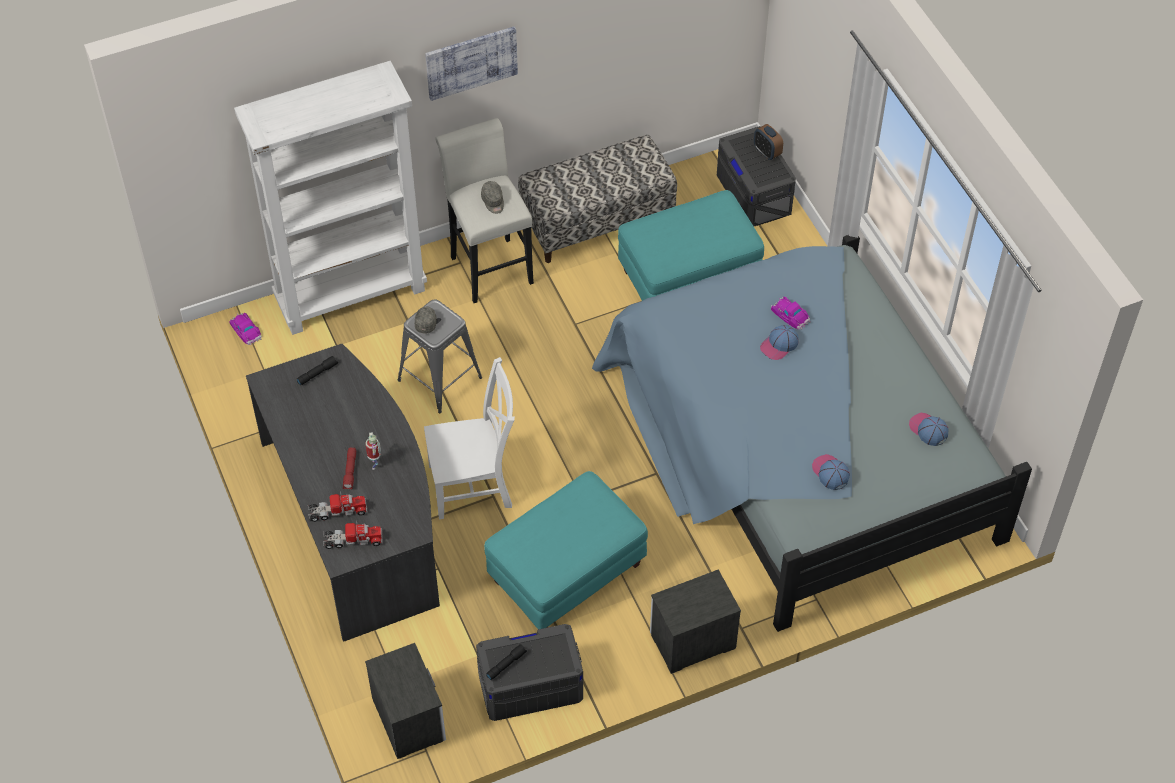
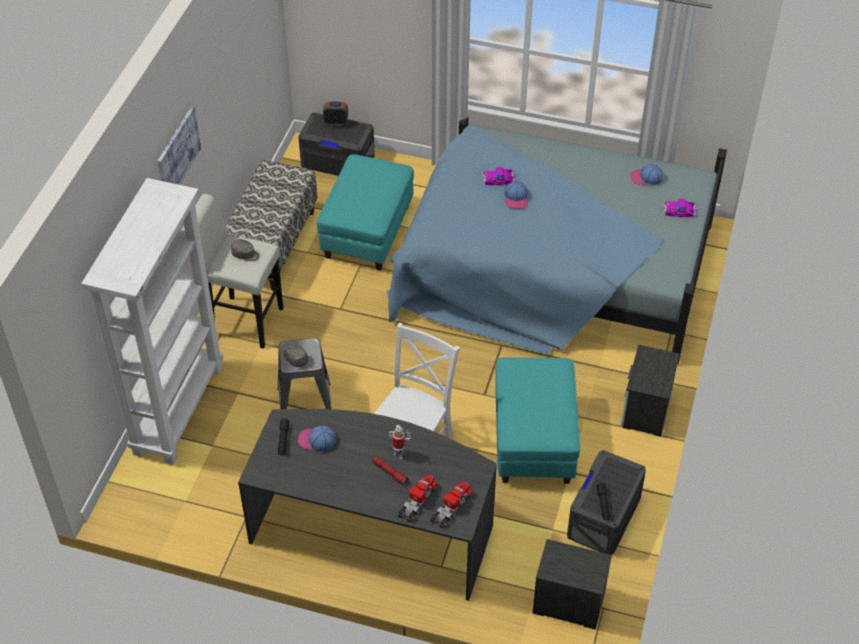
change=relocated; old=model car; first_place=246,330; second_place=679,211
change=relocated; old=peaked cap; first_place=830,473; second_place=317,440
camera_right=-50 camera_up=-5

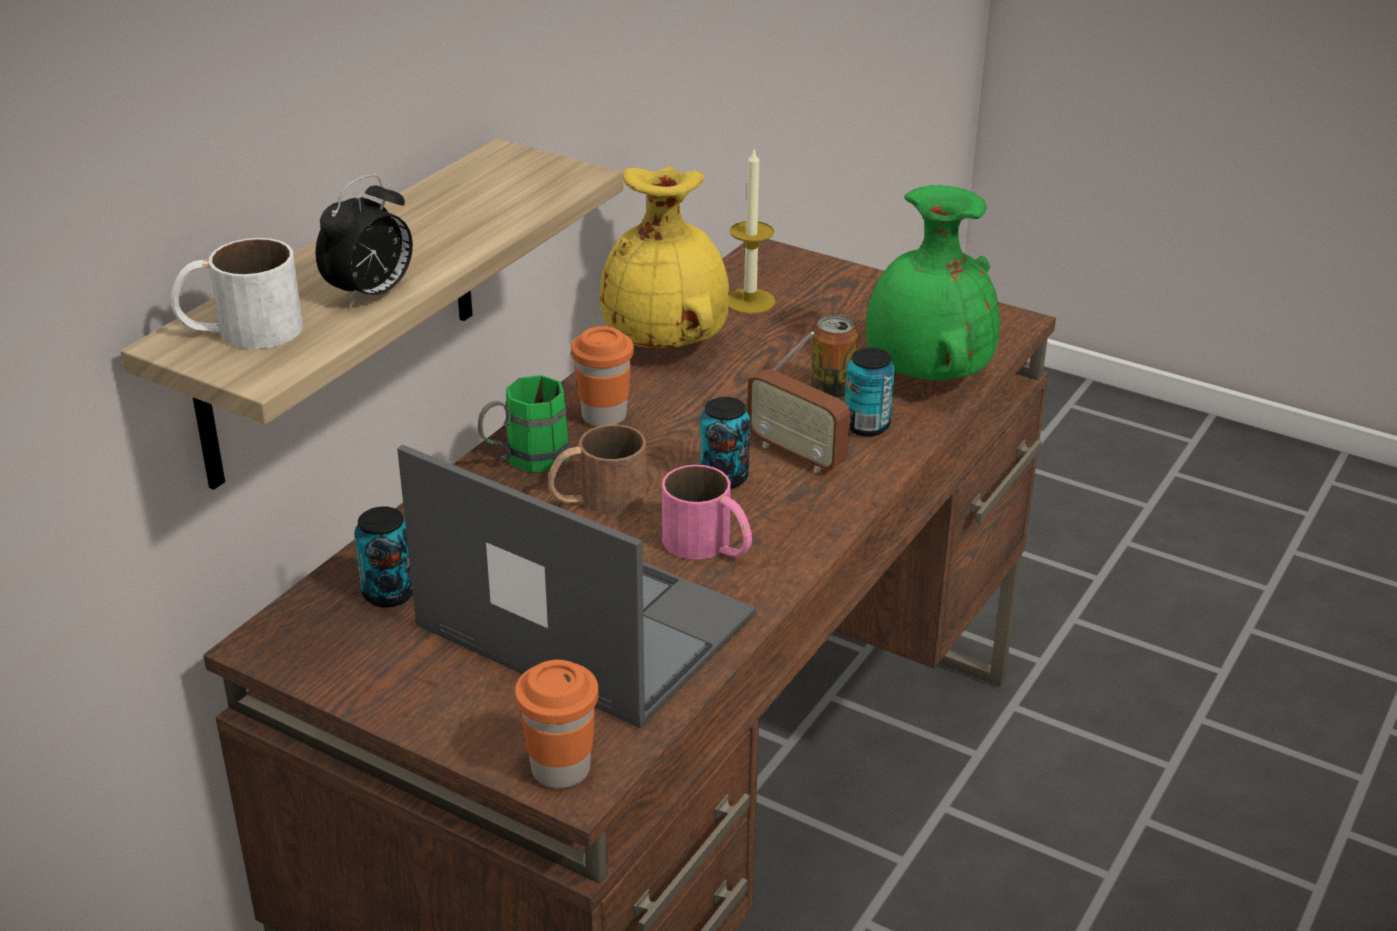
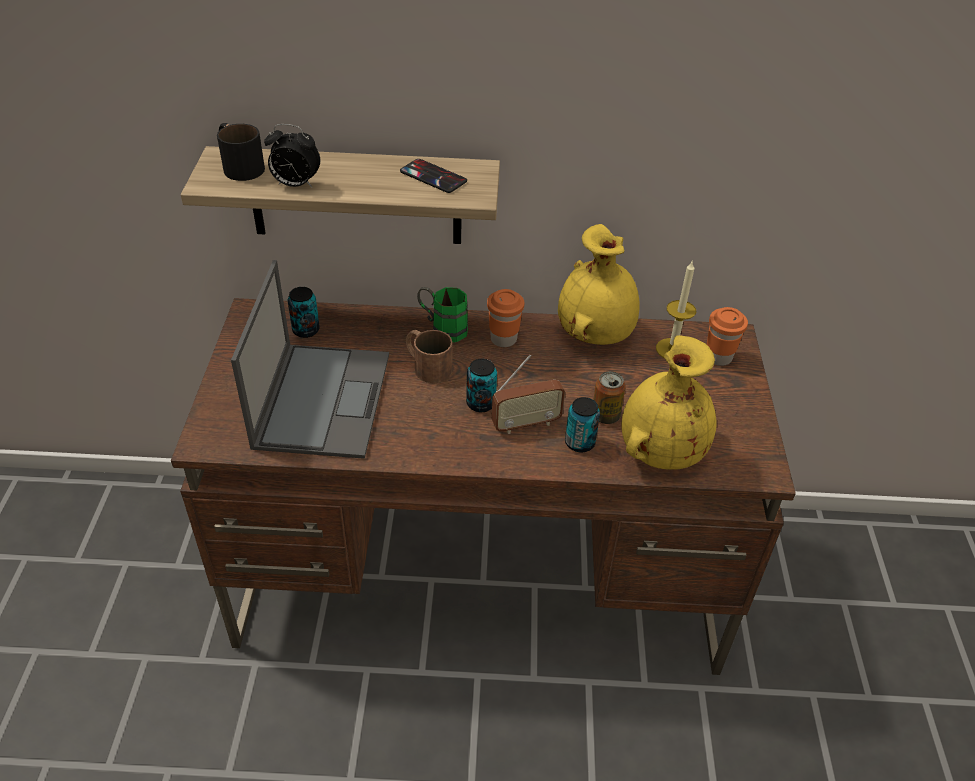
change=missing; old=pink-coloured mug; first_place=709,546
change=appeared; new=telephone; second_place=433,176
change=relocated; old=orangey small cup; first_place=560,769; second_place=718,357
change=colour; old=whitish mug; new=black mug; first_place=240,330; second_place=239,165
change=colour; old=green-coloured vase; new=yellowish vase; first_place=925,374; second_place=660,450
change=spun; old=radio receiver; first_place=796,454; second_place=526,424; degrees=-120
camera_right=60 camera_up=10

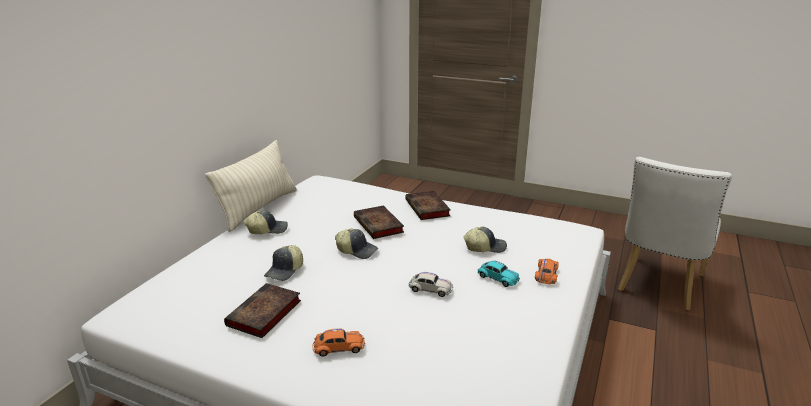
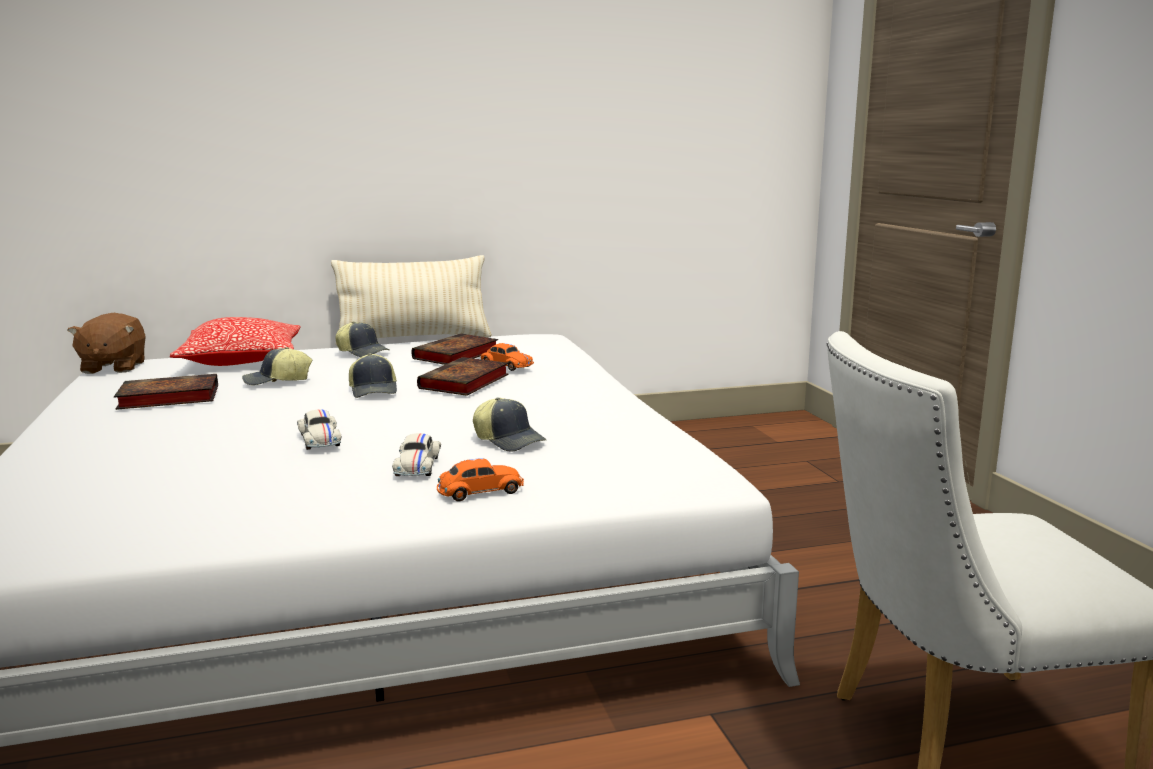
change=appeared; new=brown soft toy; second_place=113,367
change=appeared; new=cushion; second_place=242,360
change=relocated; old=orangey model car; first_place=339,347; second_place=507,365
change=relocated; old=book; first_place=428,209; second_place=455,355
change=colour; old=blue-green model car; new=whitish model car; first_place=497,278; second_place=417,466
camera_right=50 camera_up=-10

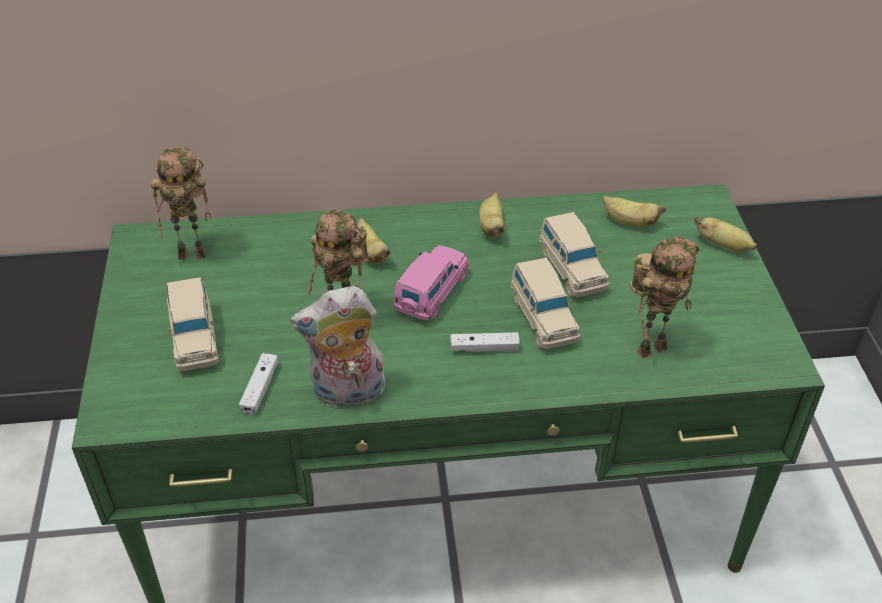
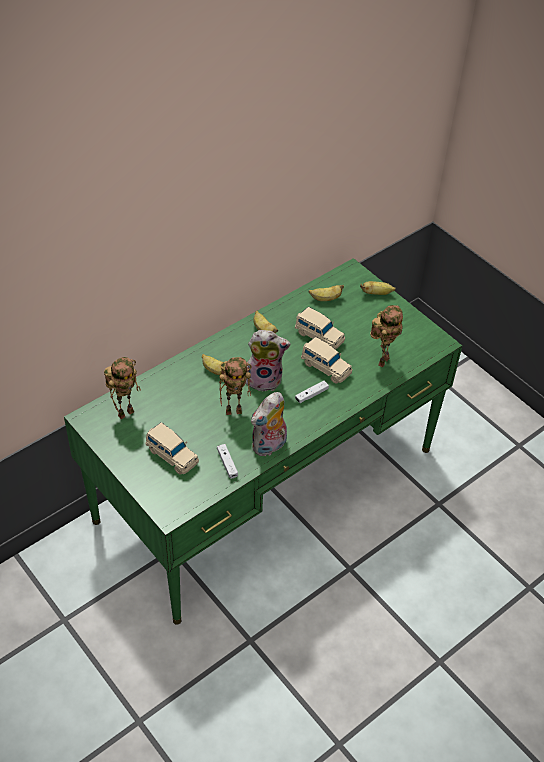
change=exchanged; old=pink-coloured model car; new=soft toy; first_place=431,294; second_place=264,379
camera_right=-35 camera_up=5

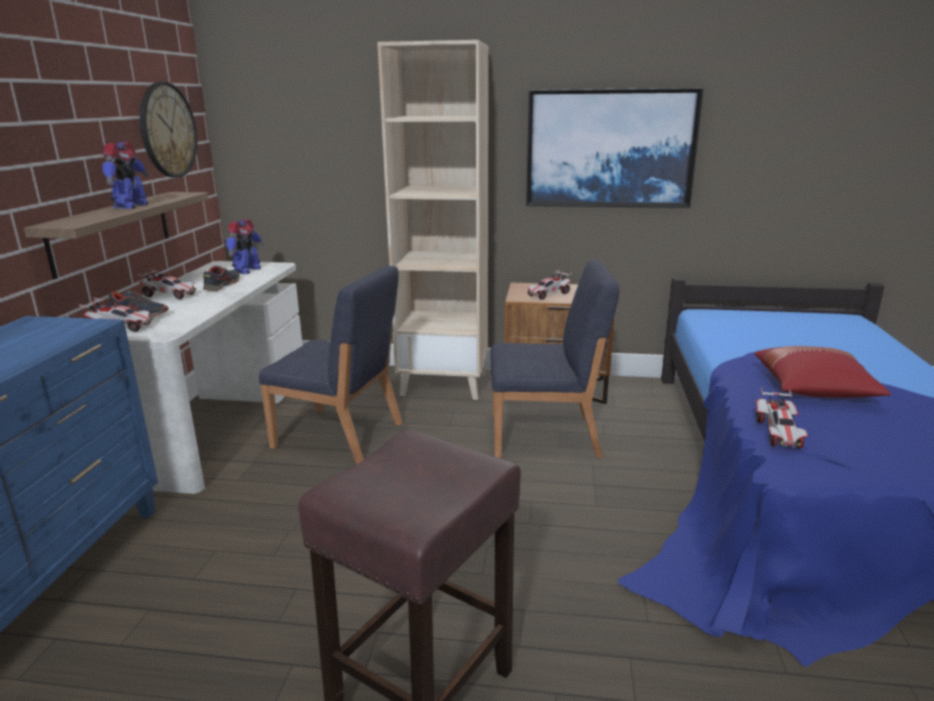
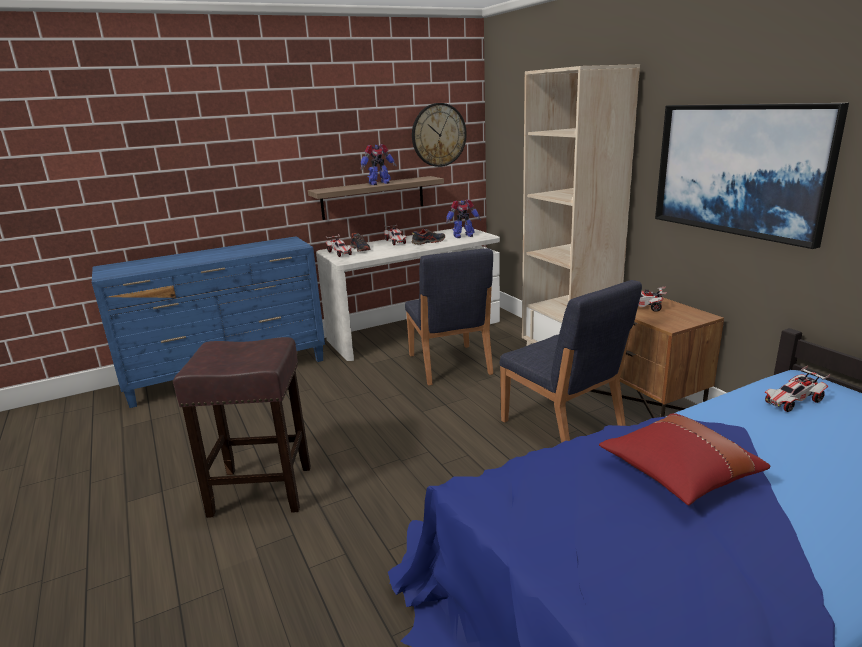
change=relocated; old=model car; first_place=779,434; second_place=793,402
camera_right=55 camera_up=0

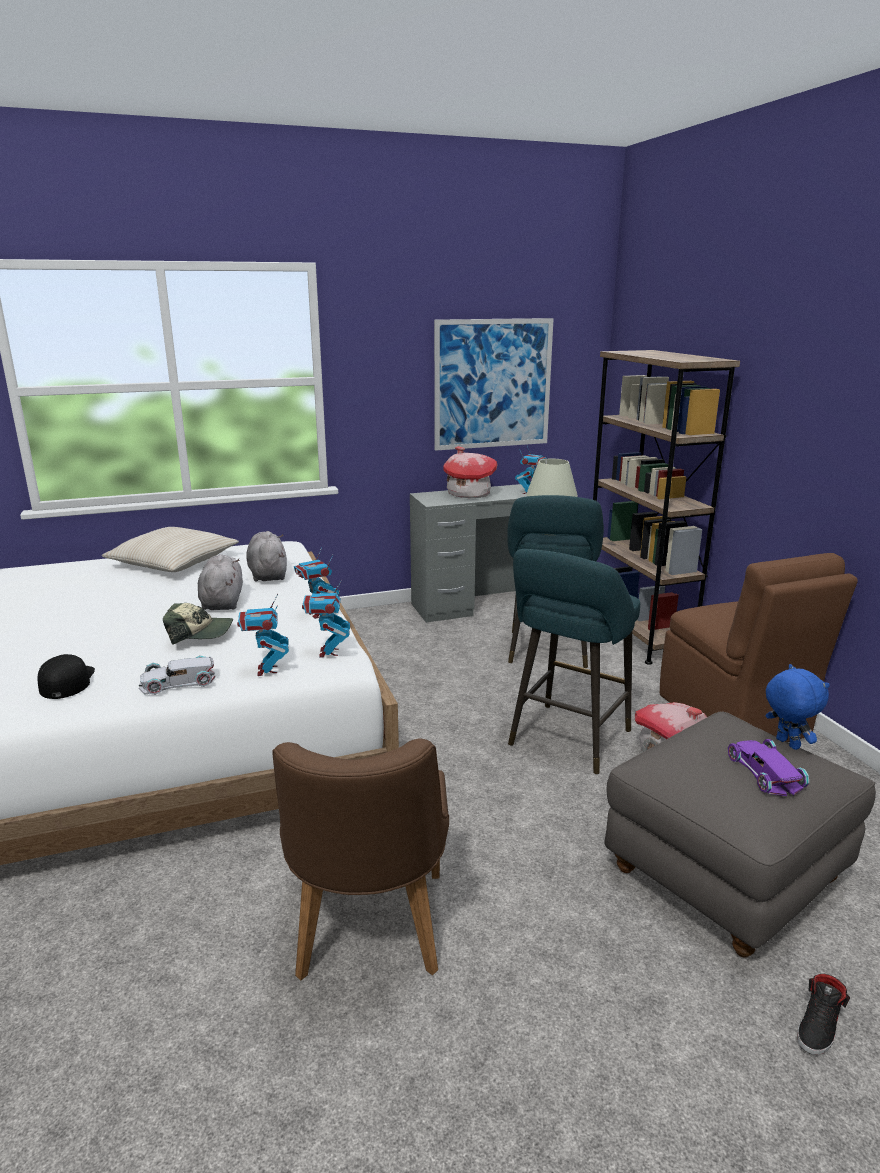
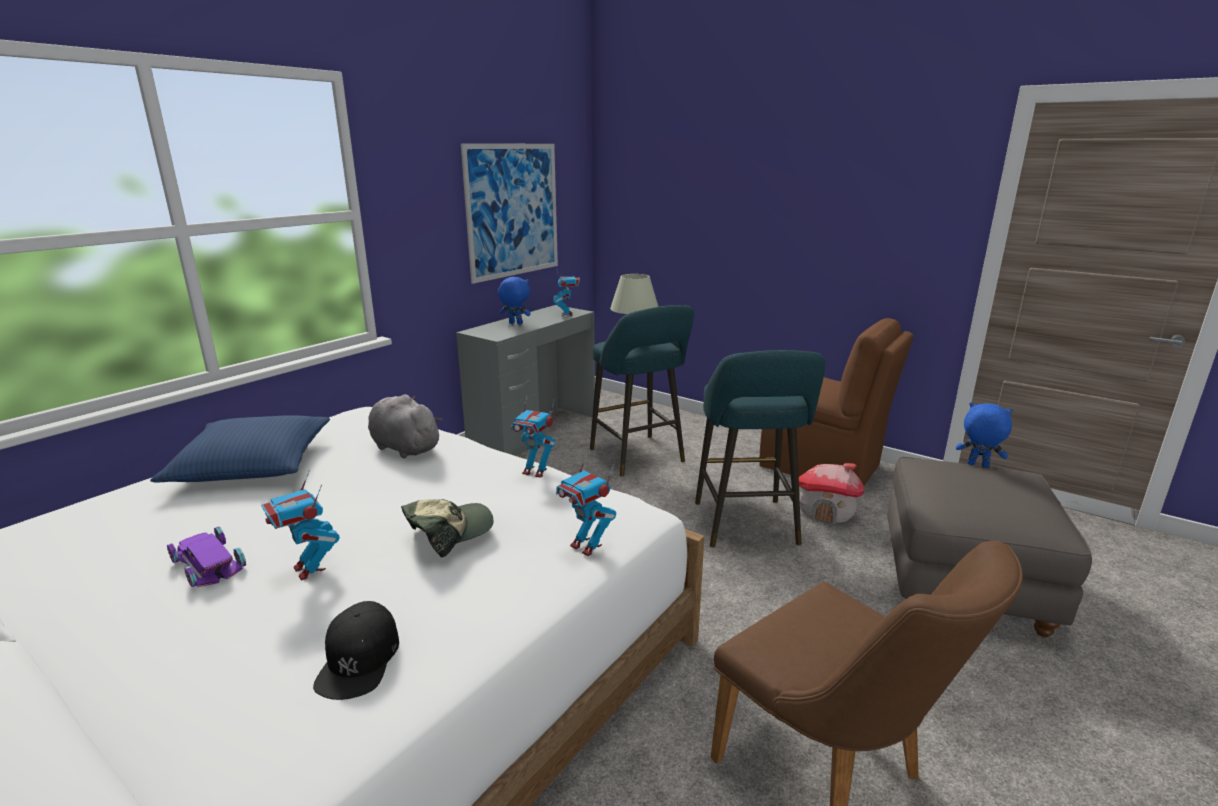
change=missing; old=whitish model car; first_place=177,681
change=missing; old=greyish soft toy; first_place=222,602
change=missing; old=brown shelving unit; first_place=636,633
change=missing; old=black shoe; first_place=819,1026
change=relocated; old=robot figure; first_place=328,652; second_place=309,569
change=relocated; old=purple-coloured model car; first_place=765,771; second_place=209,562
change=exchanged; old=miniature house; new=bluish soft toy; first_place=468,494; second_place=515,324
change=colour; old=beige-coloured cushion; new=bluish cushion; first_place=174,562; second_place=253,464
change=spun; old=black peaked cap; first_place=67,681; second_place=359,659; degrees=-135
camera_right=-35 camera_up=0

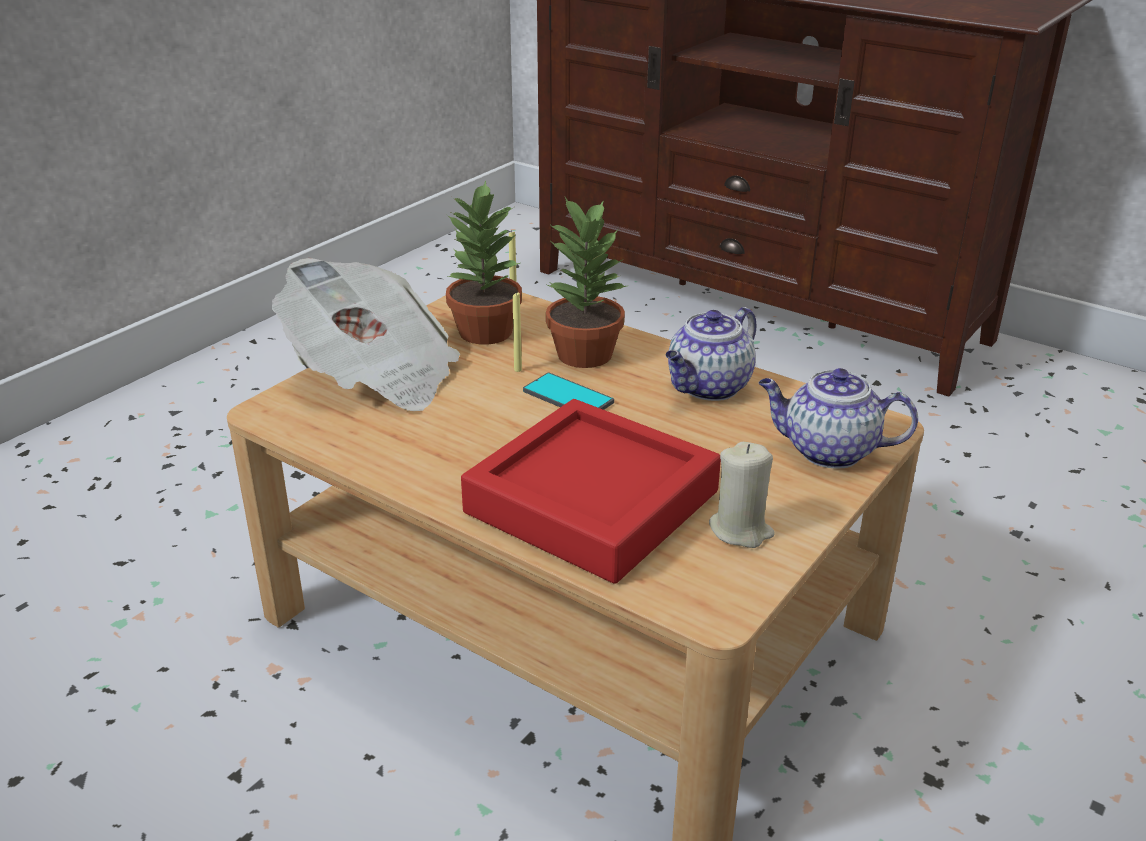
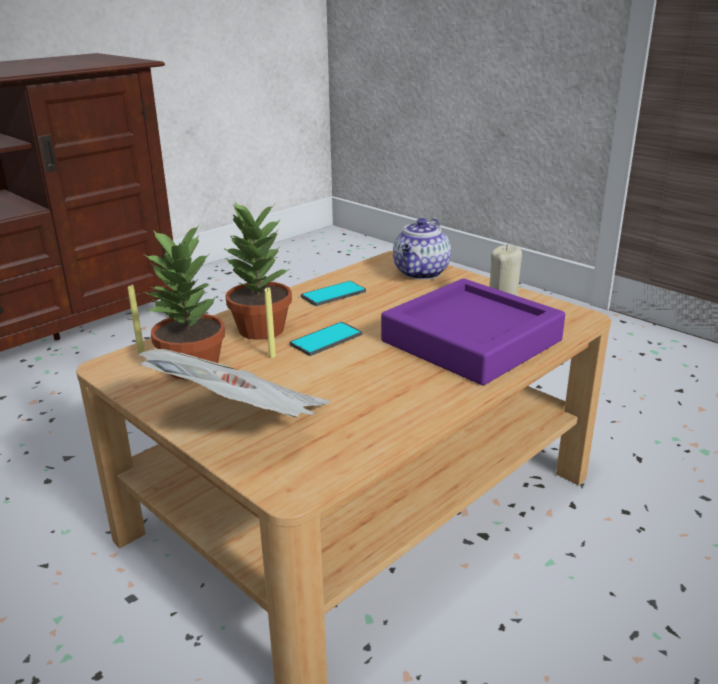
change=exchanged; old=tea pot; new=telephone; first_place=708,388; second_place=333,294
change=colour; old=red serving tray; new=purple-coloured serving tray; first_place=592,502; second_place=471,341
camera_right=-80 camera_up=-5

